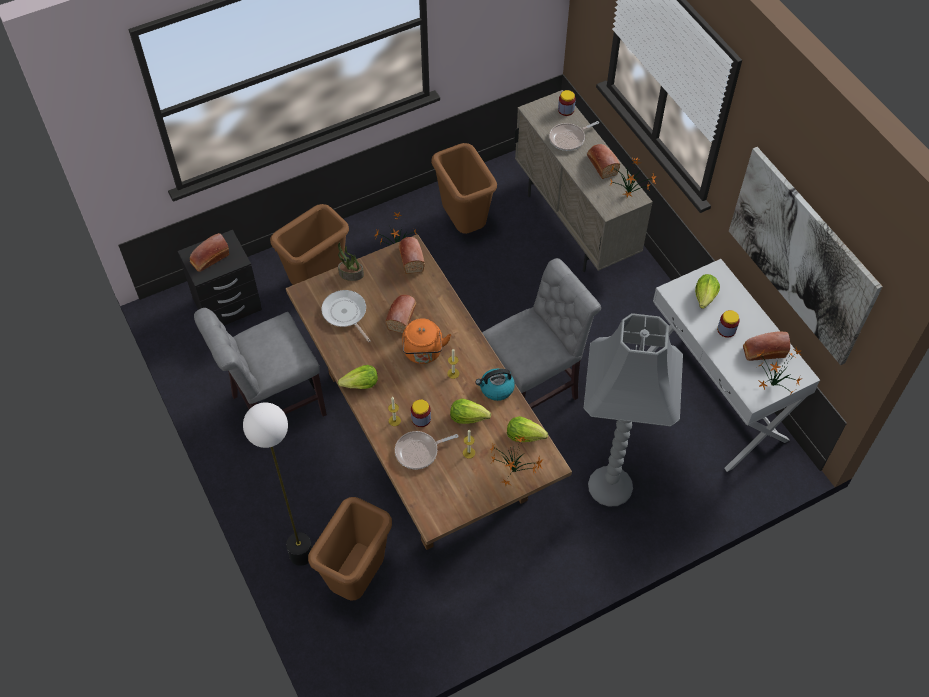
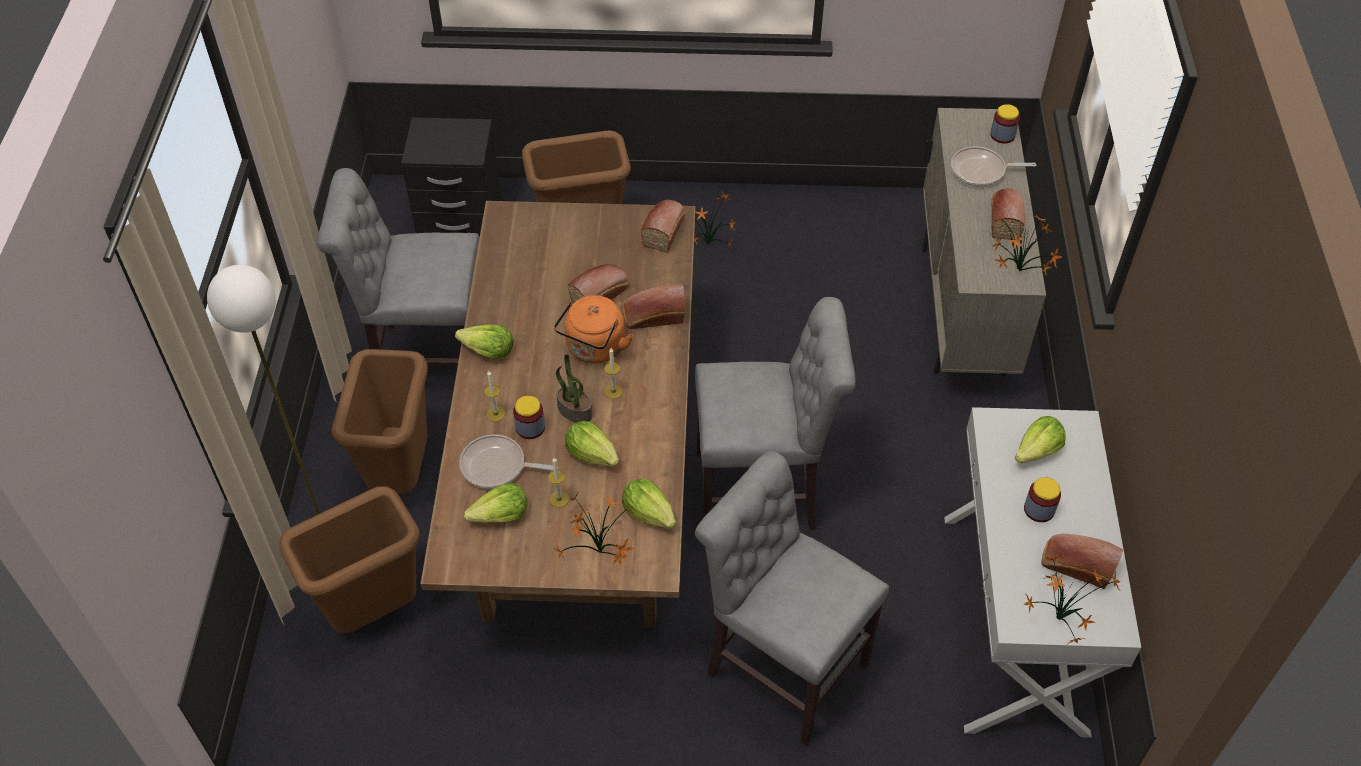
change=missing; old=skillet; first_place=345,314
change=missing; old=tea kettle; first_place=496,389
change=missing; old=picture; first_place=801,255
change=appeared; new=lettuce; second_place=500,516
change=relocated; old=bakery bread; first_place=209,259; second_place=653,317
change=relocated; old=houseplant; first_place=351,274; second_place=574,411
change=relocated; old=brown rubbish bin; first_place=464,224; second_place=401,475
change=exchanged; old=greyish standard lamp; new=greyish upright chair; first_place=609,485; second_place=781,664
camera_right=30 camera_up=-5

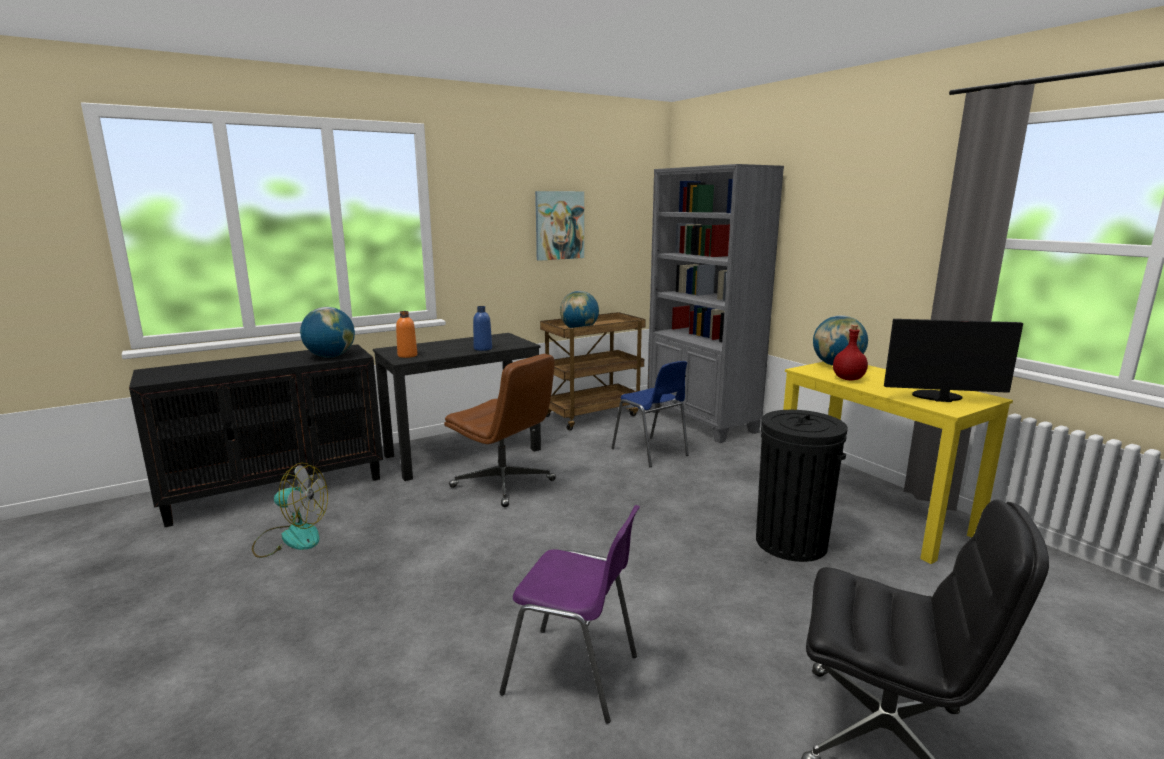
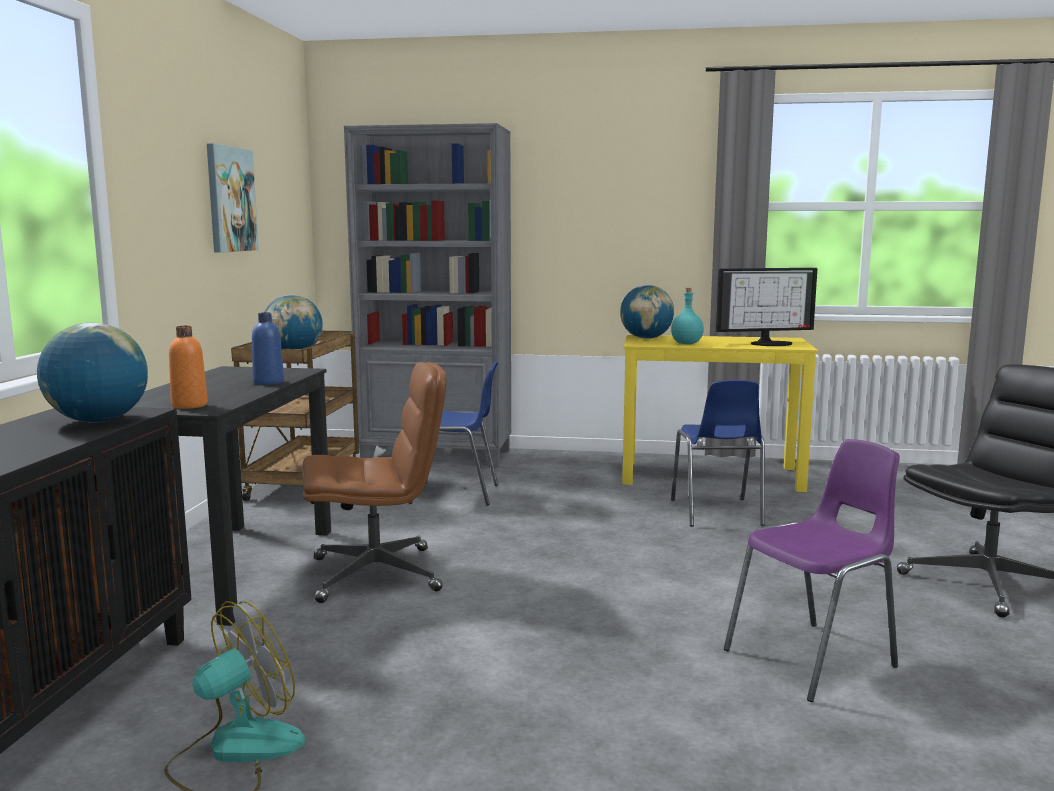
change=exchanged; old=black rubbish bin; new=bluish upright chair; first_place=791,542; second_place=717,513
change=colour; old=red beverage bottle; new=blue-green beverage bottle; first_place=848,379; second_place=686,343
change=spun; old=monitor; first_place=937,397; second_place=770,343; degrees=-150
camera_right=-50 camera_up=-5

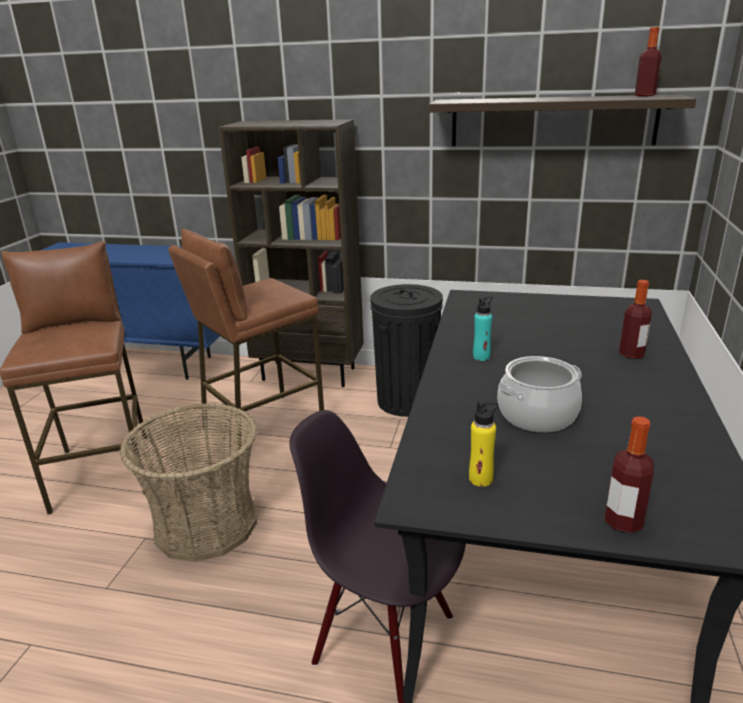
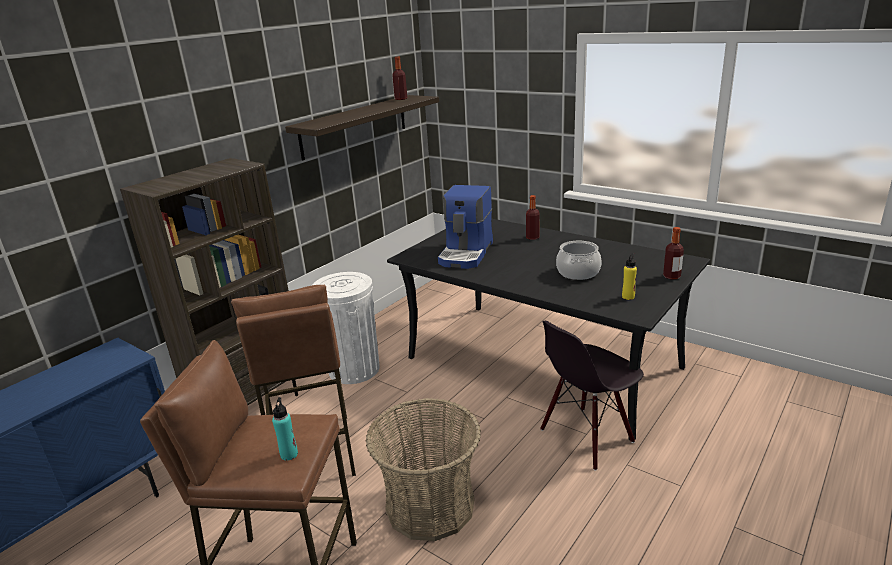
change=appeared; new=coffee brewer; second_place=467,253
change=relocated; old=blue-green beverage bottle; first_place=481,357; second_place=289,454
change=colour; old=black rubbish bin; new=whitish rubbish bin; first_place=407,401; second_place=354,369
camera_right=-65 camera_up=0

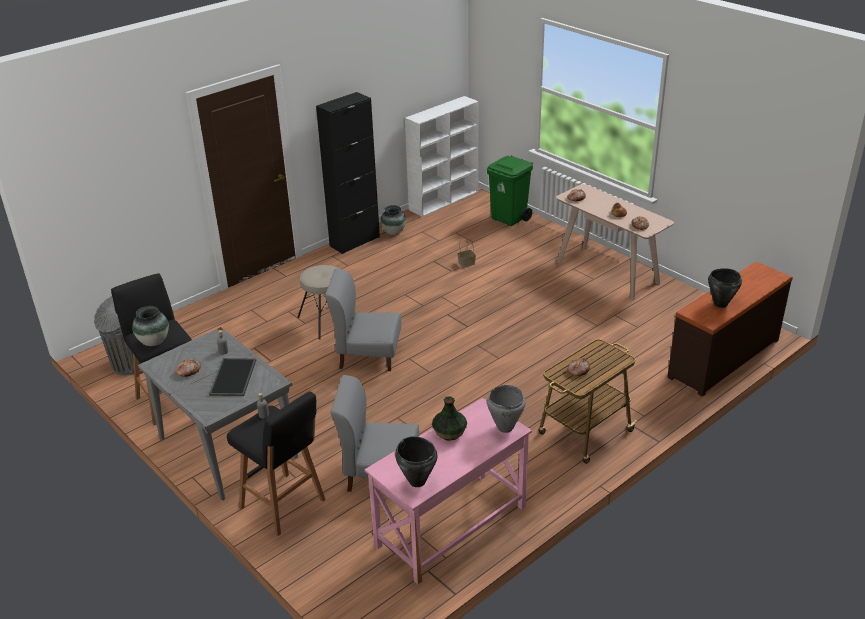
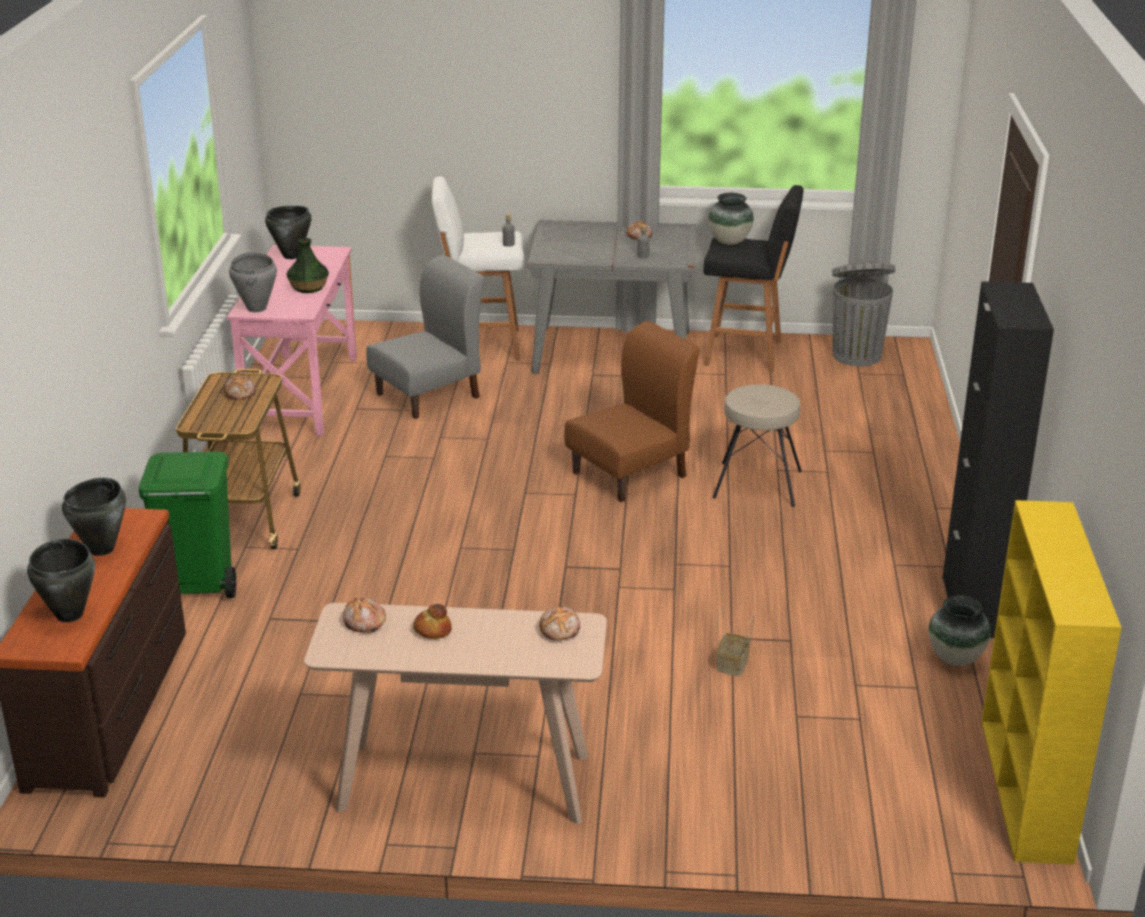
change=missing; old=serving tray; first_place=234,377
change=appeared; new=black stockpot; second_place=70,614
change=relocated; old=green-coloured rubbish bin; first_place=509,219; second_place=197,586
change=colour; old=black sitting stool; new=whitish sitting stool; first_place=284,505; second_place=481,345
change=colour; old=greyish upright chair; new=brown upright chair; first_place=367,355; second_place=630,474
change=colour; old=whitish shelving unit; new=yellowish shelving unit; first_place=444,200; second_place=1026,790
camera_right=135 camera_up=-5

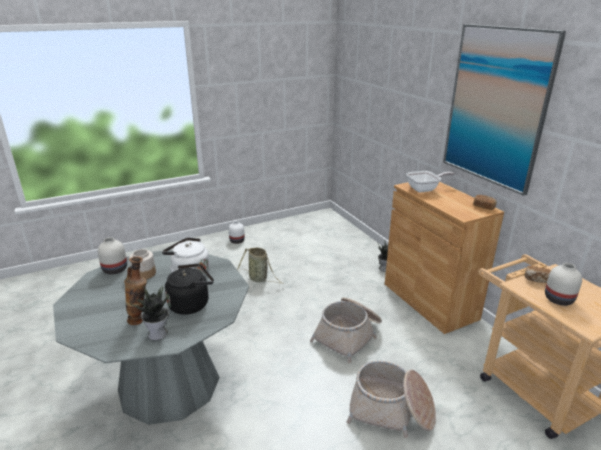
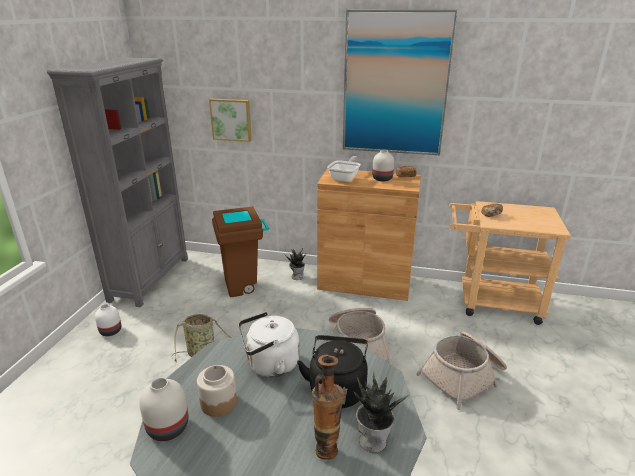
change=appeared; new=greyish shelving unit; second_place=150,278
change=appeared; new=picture; second_place=231,119
change=appeared; new=brown rubbish bin; second_place=244,286
change=relocated; old=whitish vase; first_place=559,300; second_place=382,179
camera_right=-50 camera_up=0

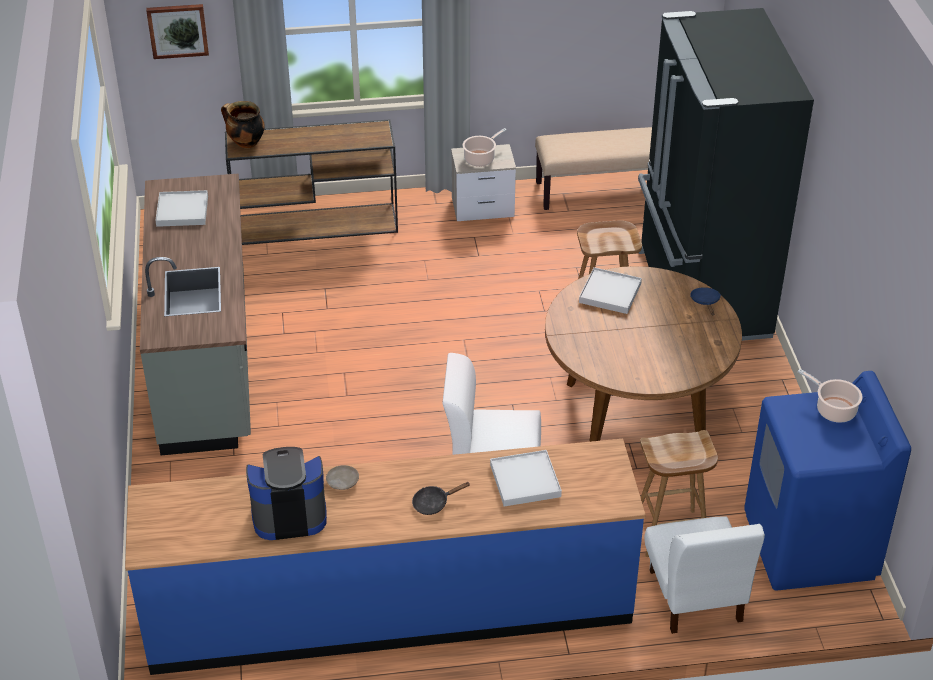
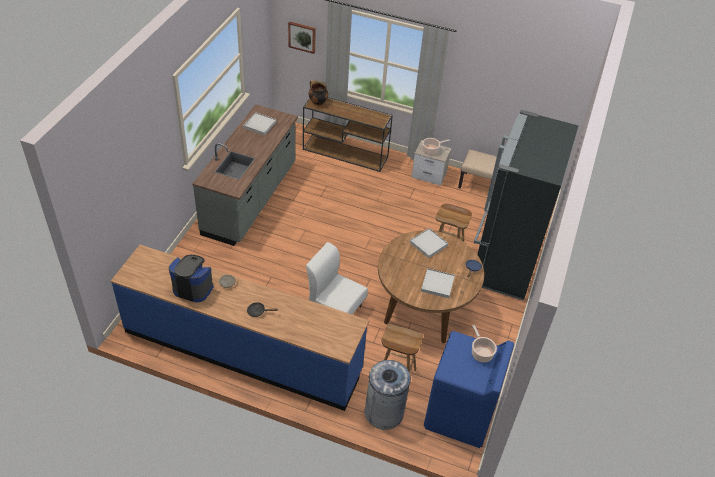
change=relocated; old=whitish serving tray; first_place=525,481; second_place=437,284
change=exchanged; old=whitish upright chair; new=greyish rubbish bin; first_place=695,596; second_place=384,412
camera_right=25 camera_up=5

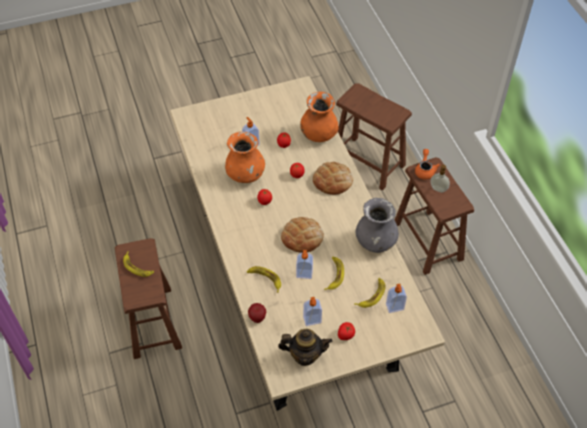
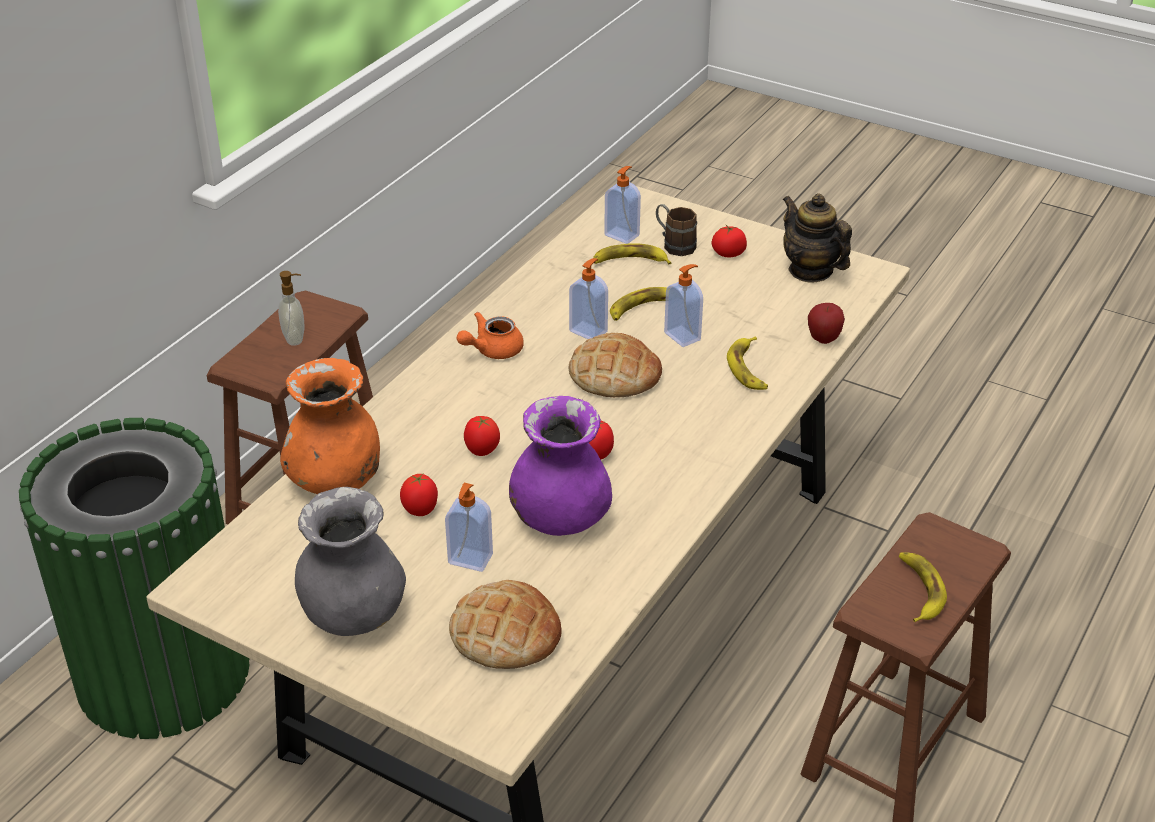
change=appeared; new=brown mug; second_place=674,244
change=relocated; old=liquid soap bottle; first_place=312,320; second_place=589,331
change=relocated; old=bakery bread; first_place=332,181; second_place=505,633
change=relocated; old=greyish vase; first_place=376,242; second_place=353,615
change=relocated; old=orangey tea pot; first_place=425,170; second_place=492,350
change=exchanged; old=brown sitting stool; new=green-coloured rubbish bin; first_place=368,162; second_place=163,673
change=colour; old=orangey vase; new=purple-coloured vase; first_place=245,174; second_place=560,518
camera_right=-130 camera_up=-15

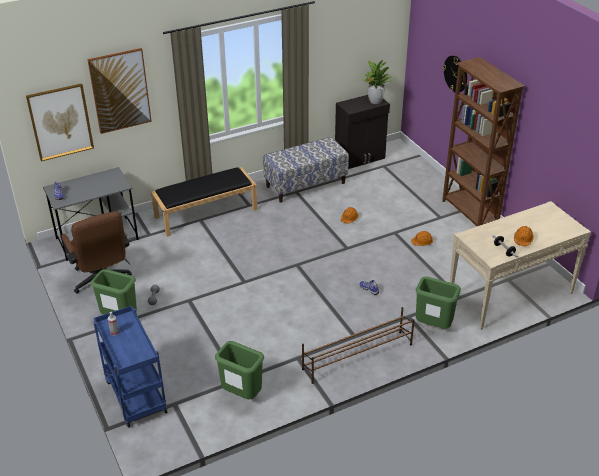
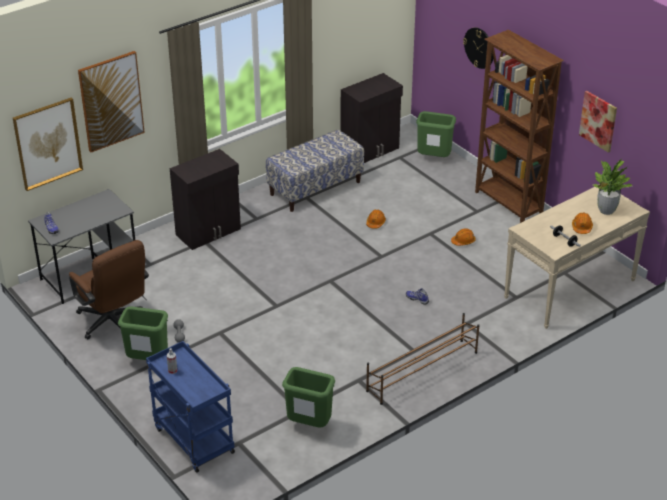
change=appeared; new=picture; second_place=598,121
change=relocated; old=houseplant; first_place=375,101; second_place=606,210
change=relocated; old=green-coloured rubbish bin; first_place=433,326; second_place=434,159
change=exchanged; old=black indoor bench; new=black cupboard; first_place=206,213; second_place=209,232
camera_right=-10 camera_up=0

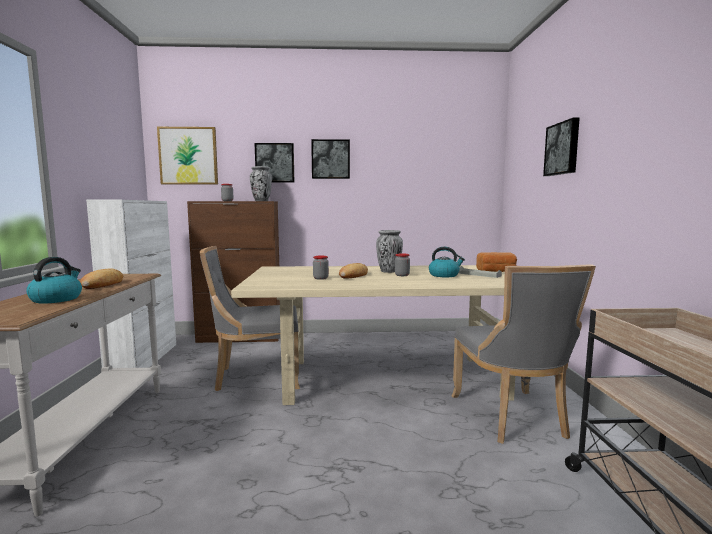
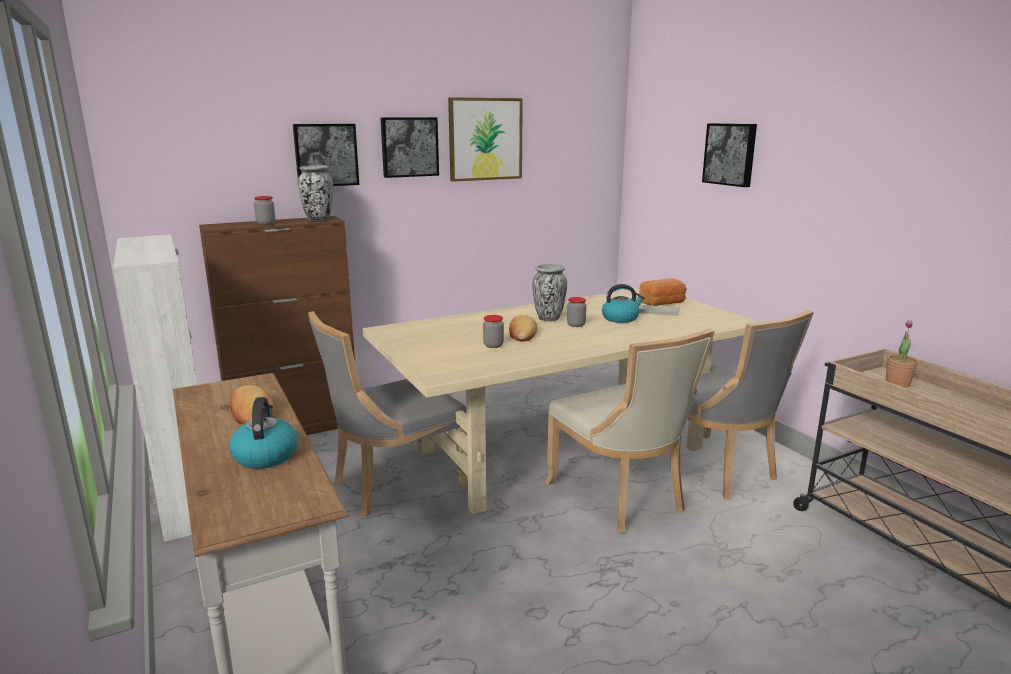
change=appeared; new=beige-coloured upright chair; second_place=620,497
change=appeared; new=houseplant; second_place=897,383
change=relocated; old=picture; first_place=188,156; second_place=485,139
camera_right=-25 camera_up=10

